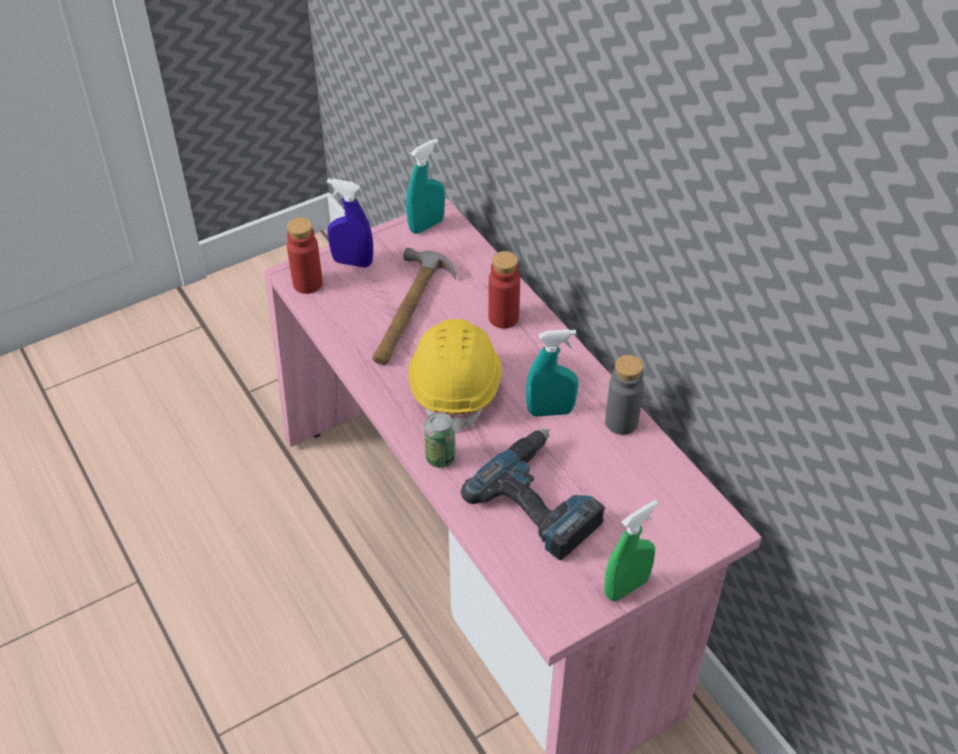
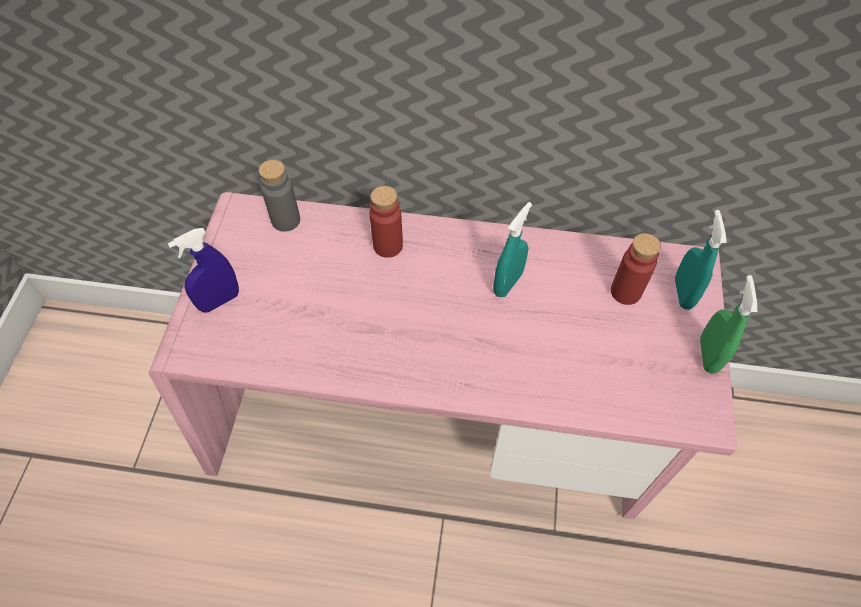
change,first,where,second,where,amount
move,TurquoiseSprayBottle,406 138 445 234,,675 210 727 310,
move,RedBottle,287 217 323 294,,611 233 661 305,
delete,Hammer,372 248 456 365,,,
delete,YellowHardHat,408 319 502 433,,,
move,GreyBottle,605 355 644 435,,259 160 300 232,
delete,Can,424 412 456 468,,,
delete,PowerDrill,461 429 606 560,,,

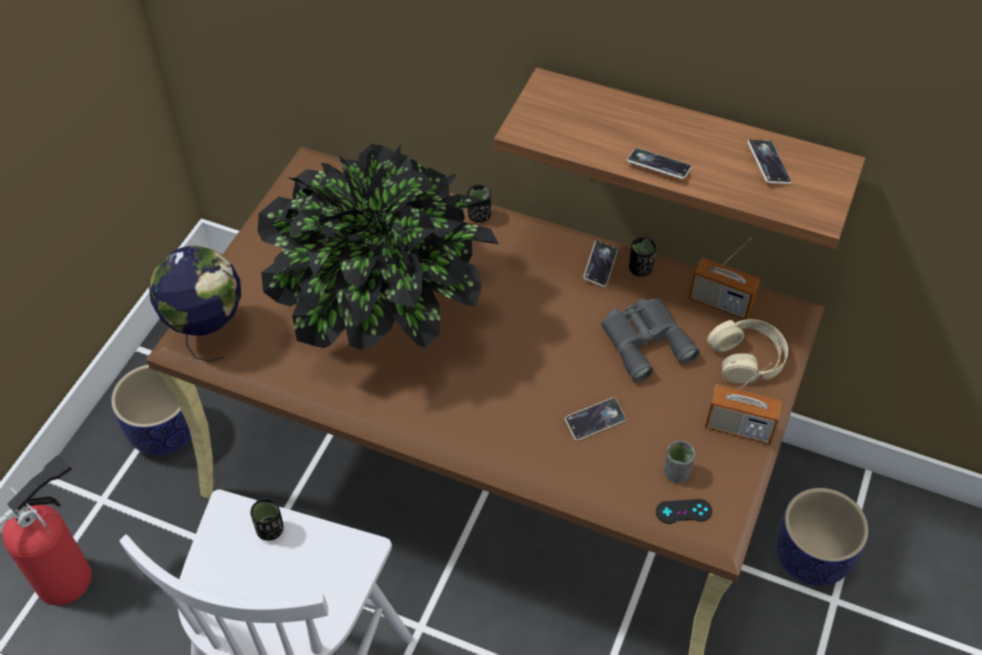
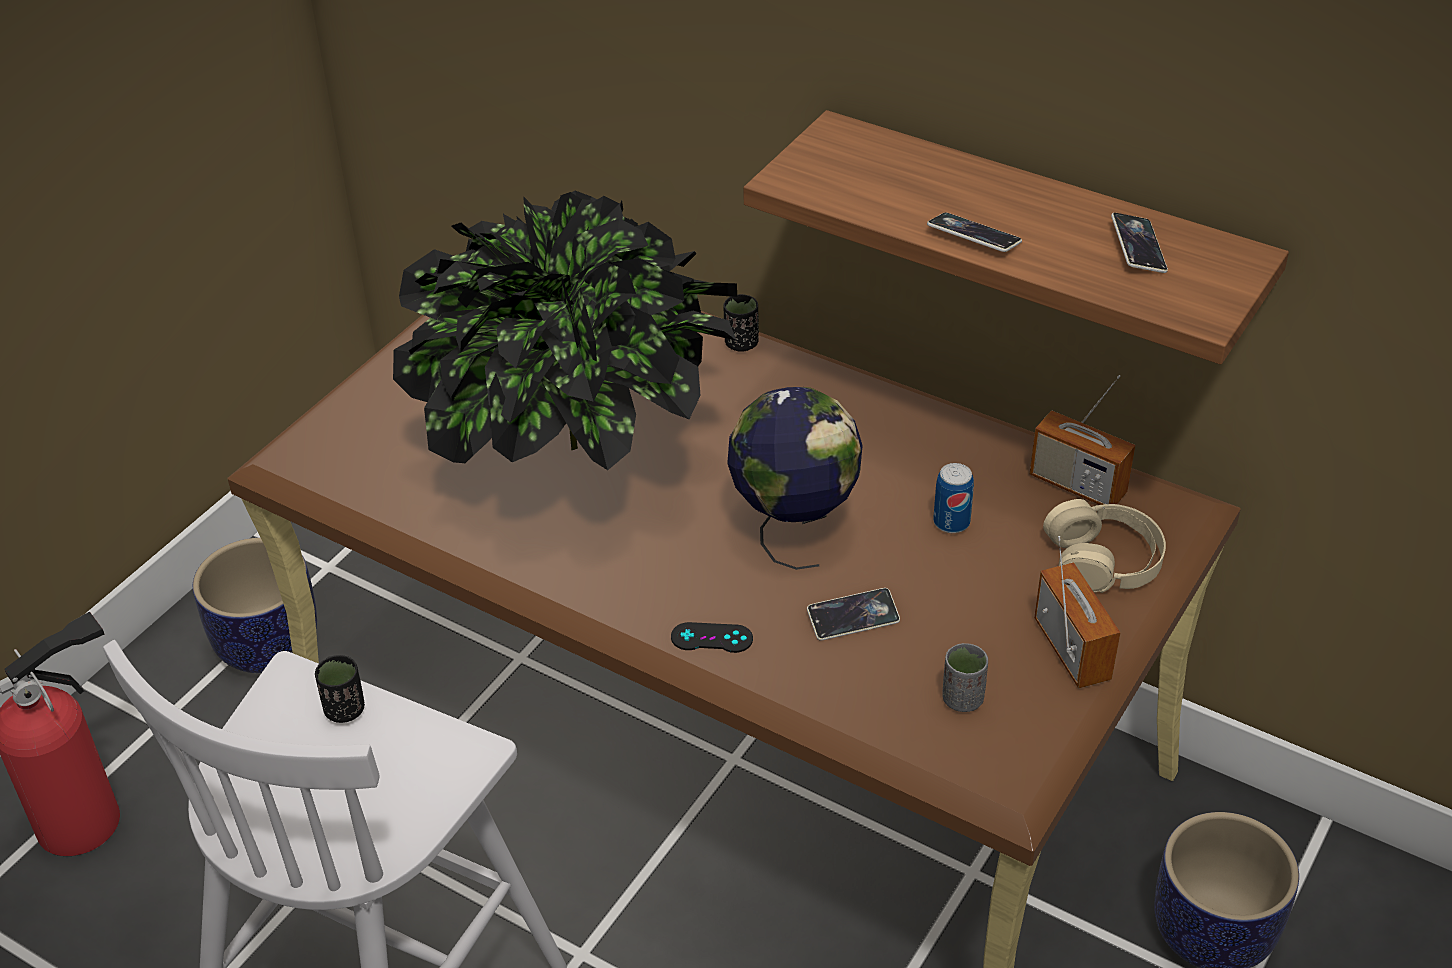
change,first,where,second,where,amount
delete,BlackCup,629 237 656 277,,,
delete,Phone,584 241 618 287,,,
move,Globe,149 246 241 362,,727 387 863 570,
replace,GreyBinoculars,601 298 700 382,Can,933 463 974 533,
rotate,Radio,705 363 782 444,,1034 536 1120 688,135 degrees counterclockwise
move,BlackGameController,656 499 712 524,,671 622 753 653,

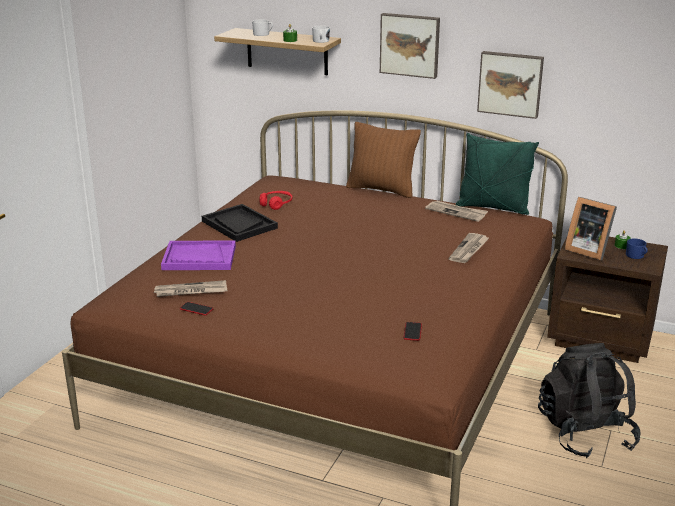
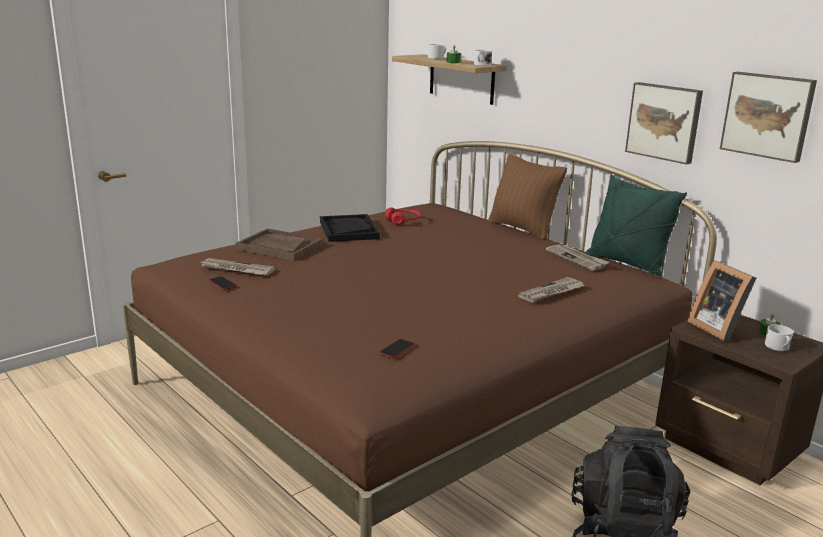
change,first,where,second,where,amount
move,Picture,380 13 440 79,,720 72 817 163,
recolor,BlueMug,626 238 648 259,WhiteMug,765 324 794 351,
recolor,PurpleTray,161 241 236 270,BrownTray,235 228 323 261,

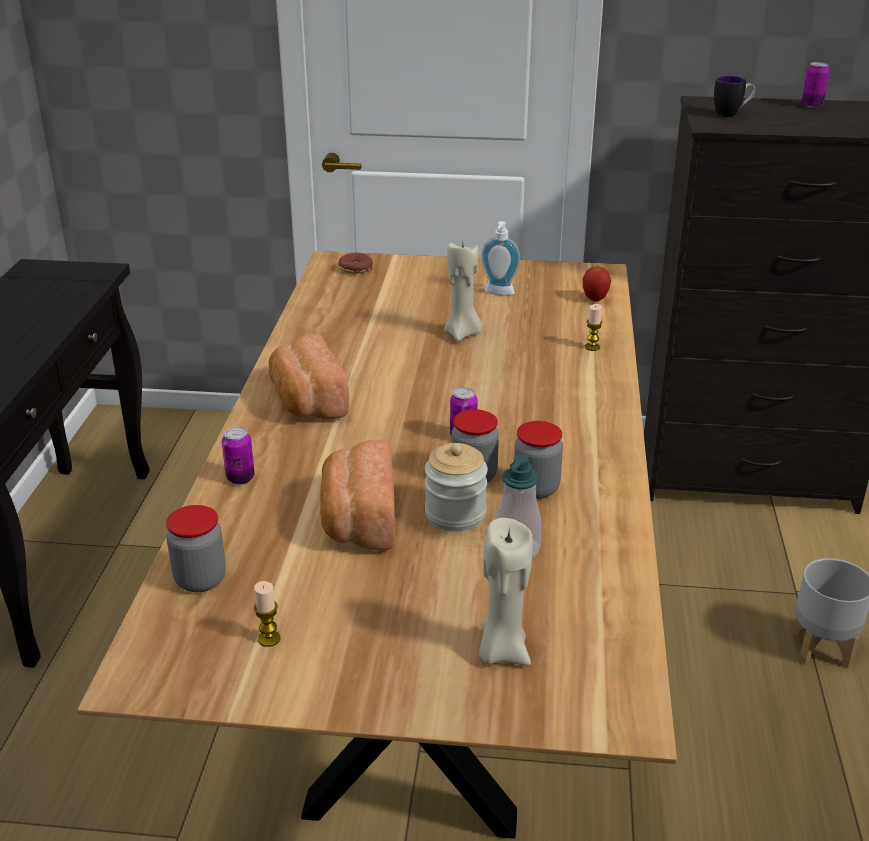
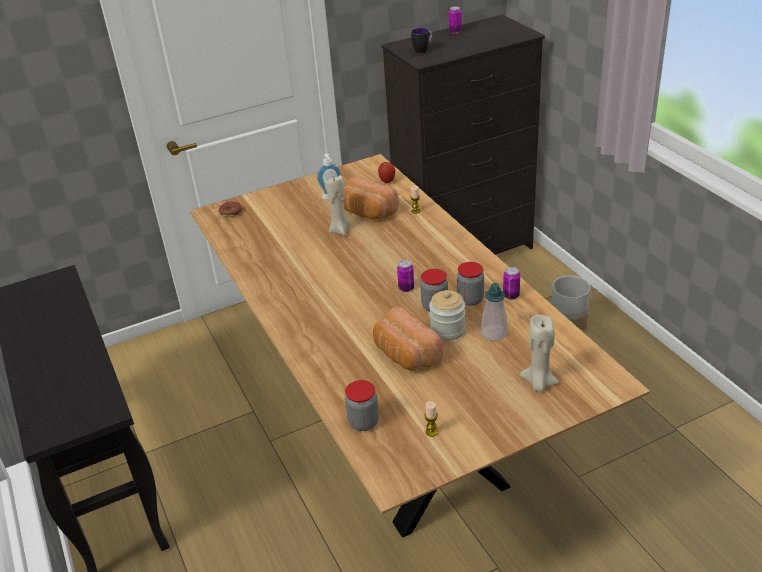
change,first,where,second,where,amount
move,Bread,269 334 349 419,,343 176 399 220,
move,Can,222 427 255 485,,503 267 520 300,

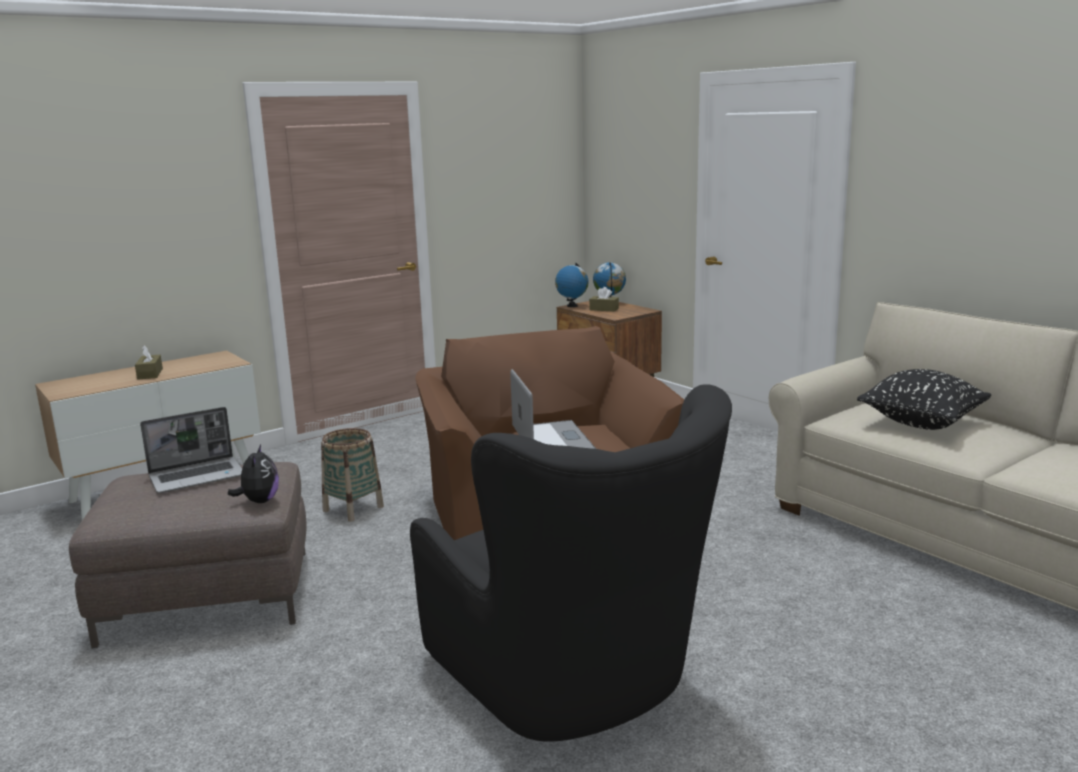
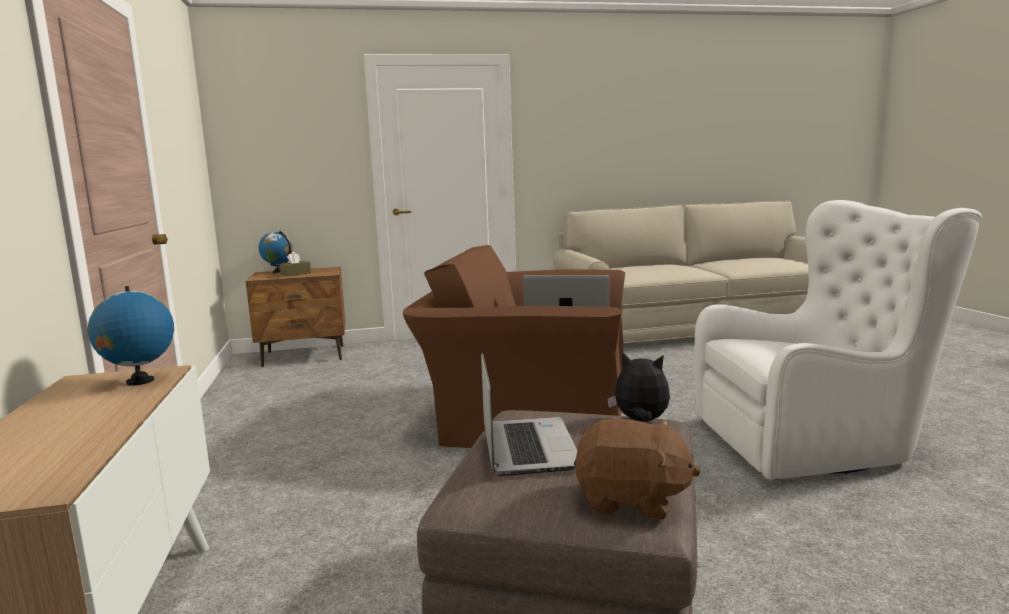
change,first,where,second,where,amount
move,Globe,555 263 589 307,,88 286 174 386,
delete,BrownTissueBox,135 345 163 380,,,
delete,BlackPillow,857 369 991 430,,,
recolor,BlackArmchair,410 384 732 742,WhiteArmchair,694 200 982 480,
delete,Basket,321 428 384 521,,,
insert,,,BrownPlushToy,574 419 701 520,

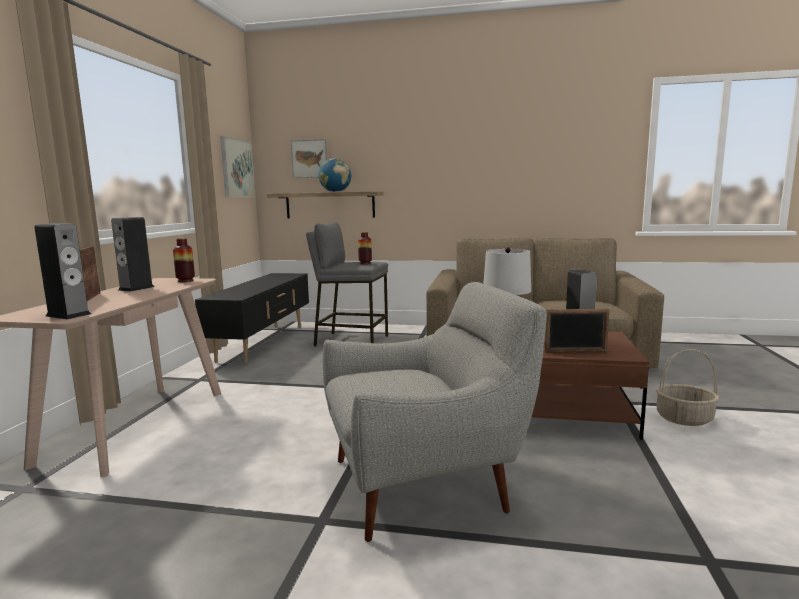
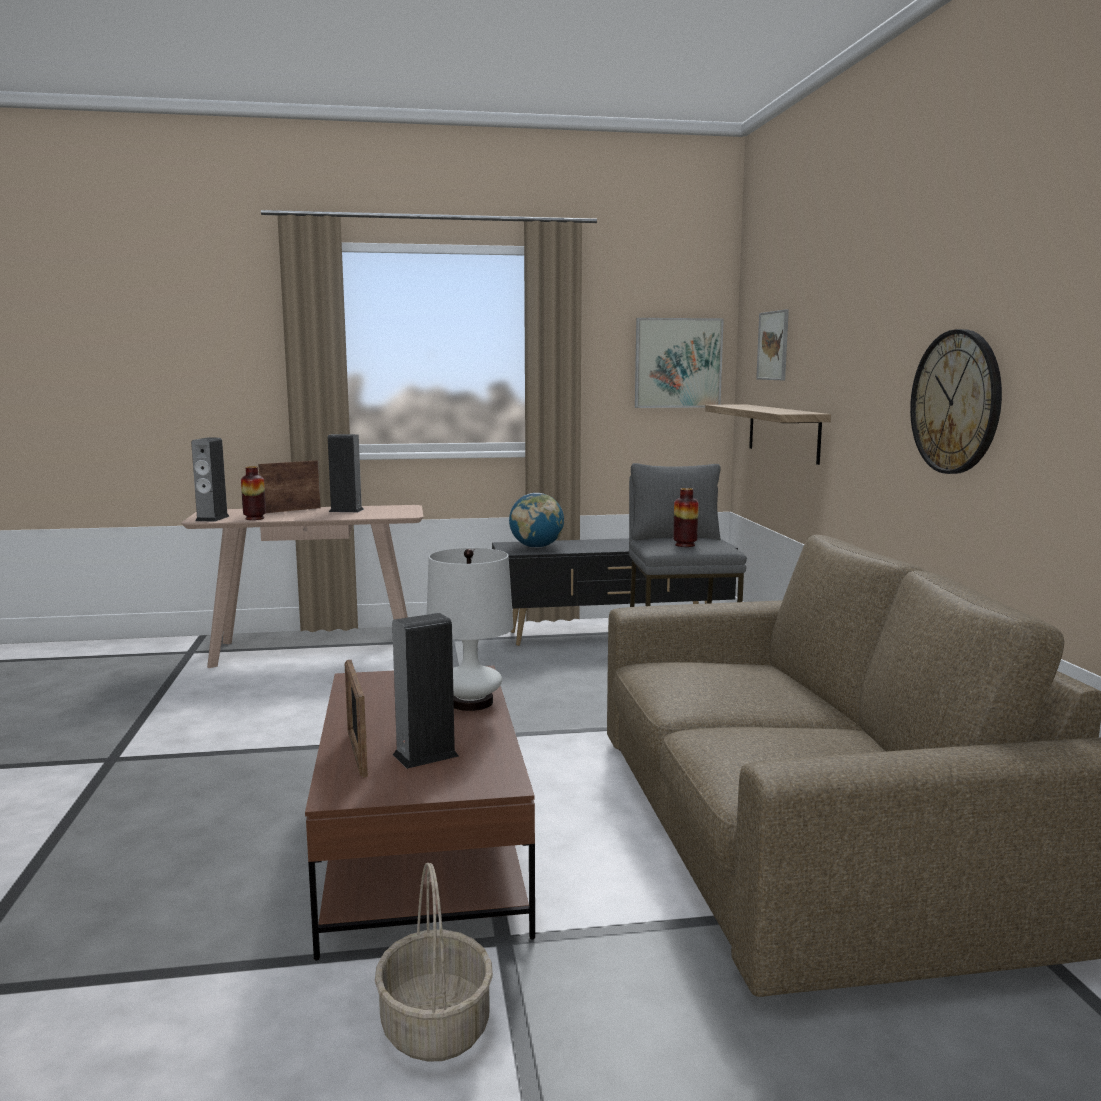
change,first,where,second,where,amount
move,Globe,319 159 351 192,,509 493 564 548,
move,Vase,173 238 195 282,,241 466 266 520,
delete,GreyArmchair,323 282 547 542,,,
insert,,,WallClock,910 329 1002 474,

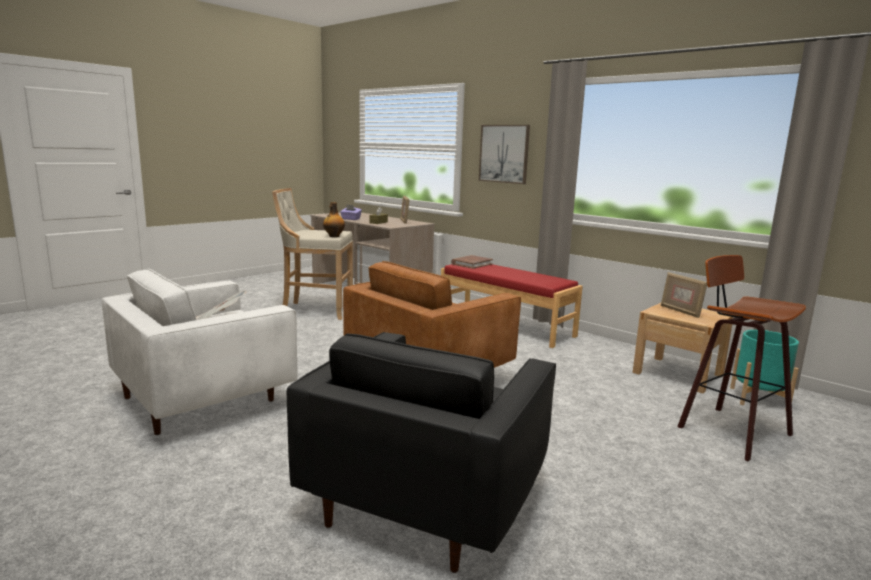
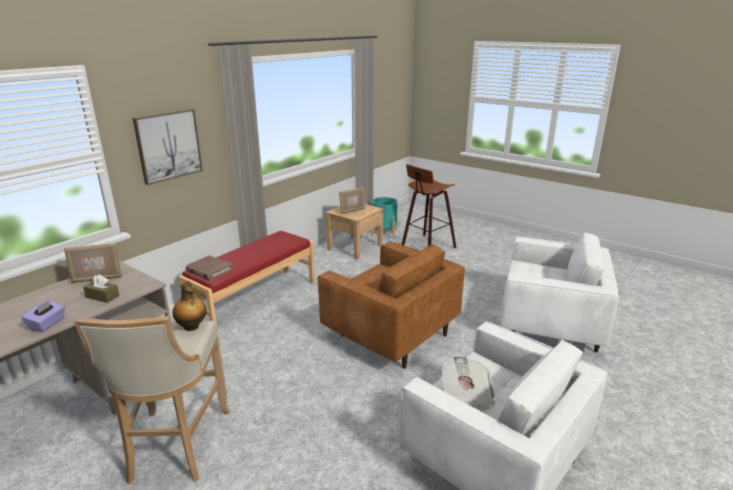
change,first,where,second,where,amount
recolor,BlackArmchair,287 332 556 573,WhiteArmchair,501 232 619 353,

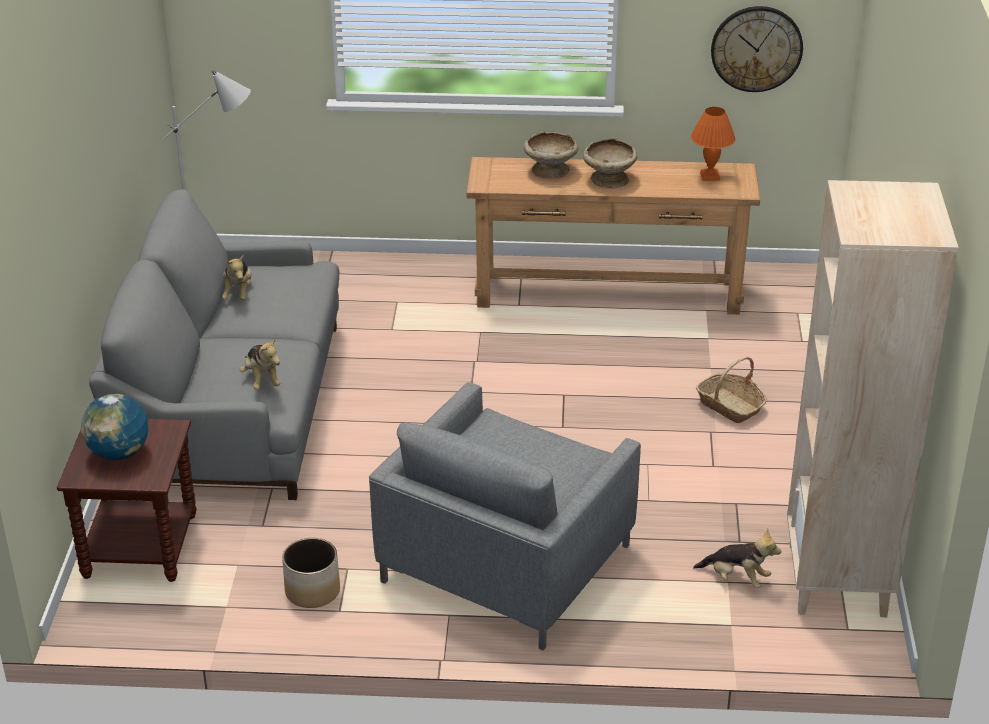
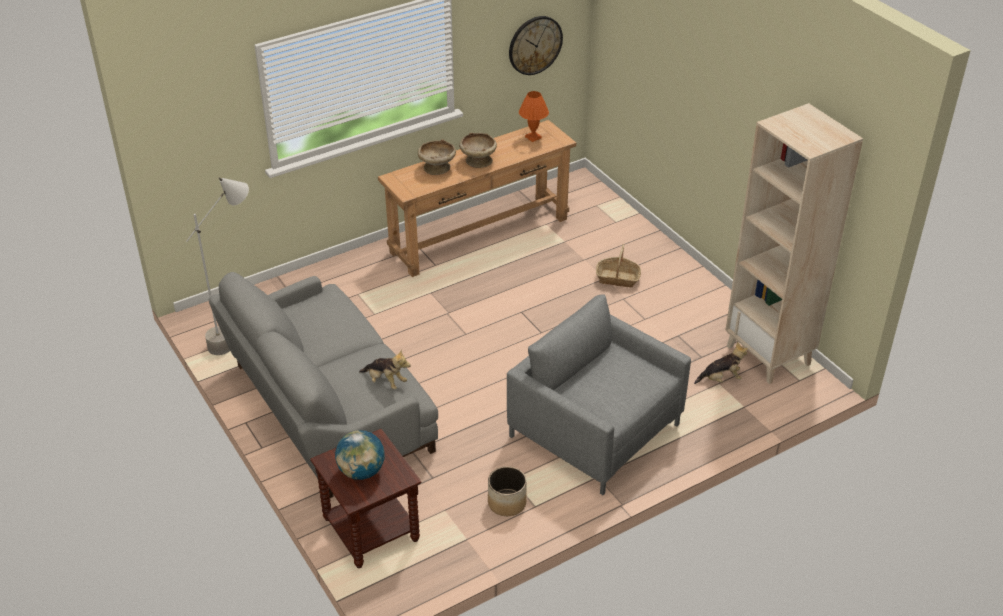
change,first,where,second,where,amount
delete,PlushToy,222 255 252 300,,,
rotate,GreyArmchair,369 382 641 651,,507 294 691 495,135 degrees clockwise

